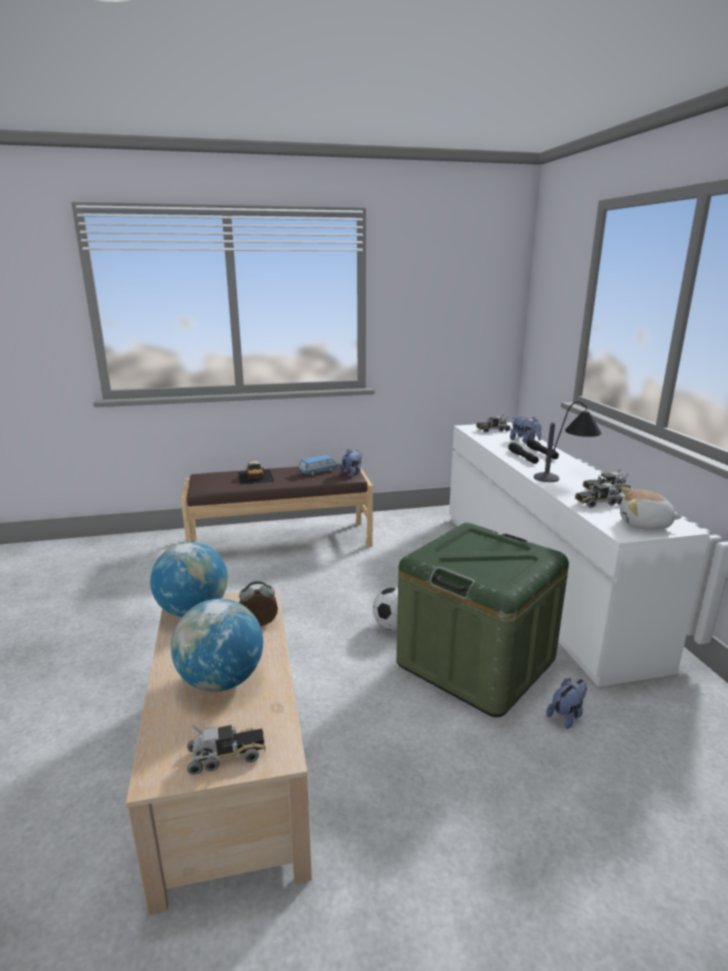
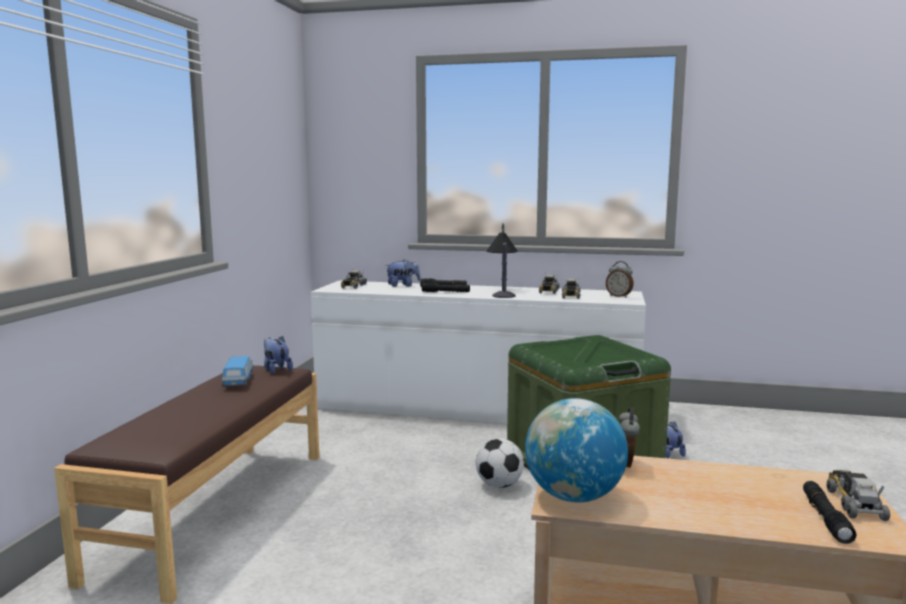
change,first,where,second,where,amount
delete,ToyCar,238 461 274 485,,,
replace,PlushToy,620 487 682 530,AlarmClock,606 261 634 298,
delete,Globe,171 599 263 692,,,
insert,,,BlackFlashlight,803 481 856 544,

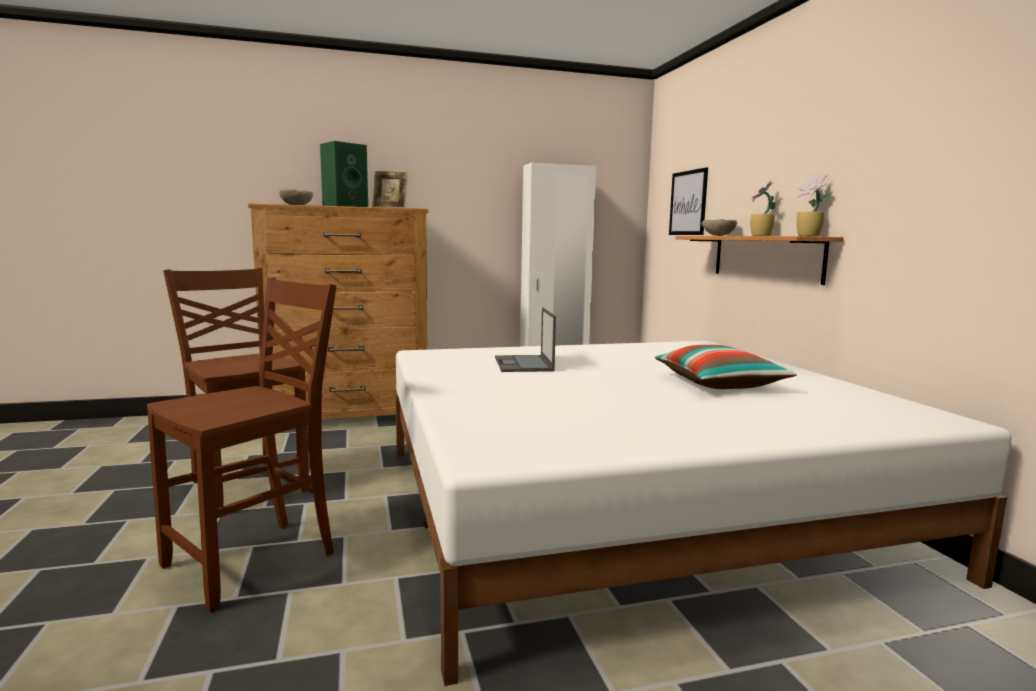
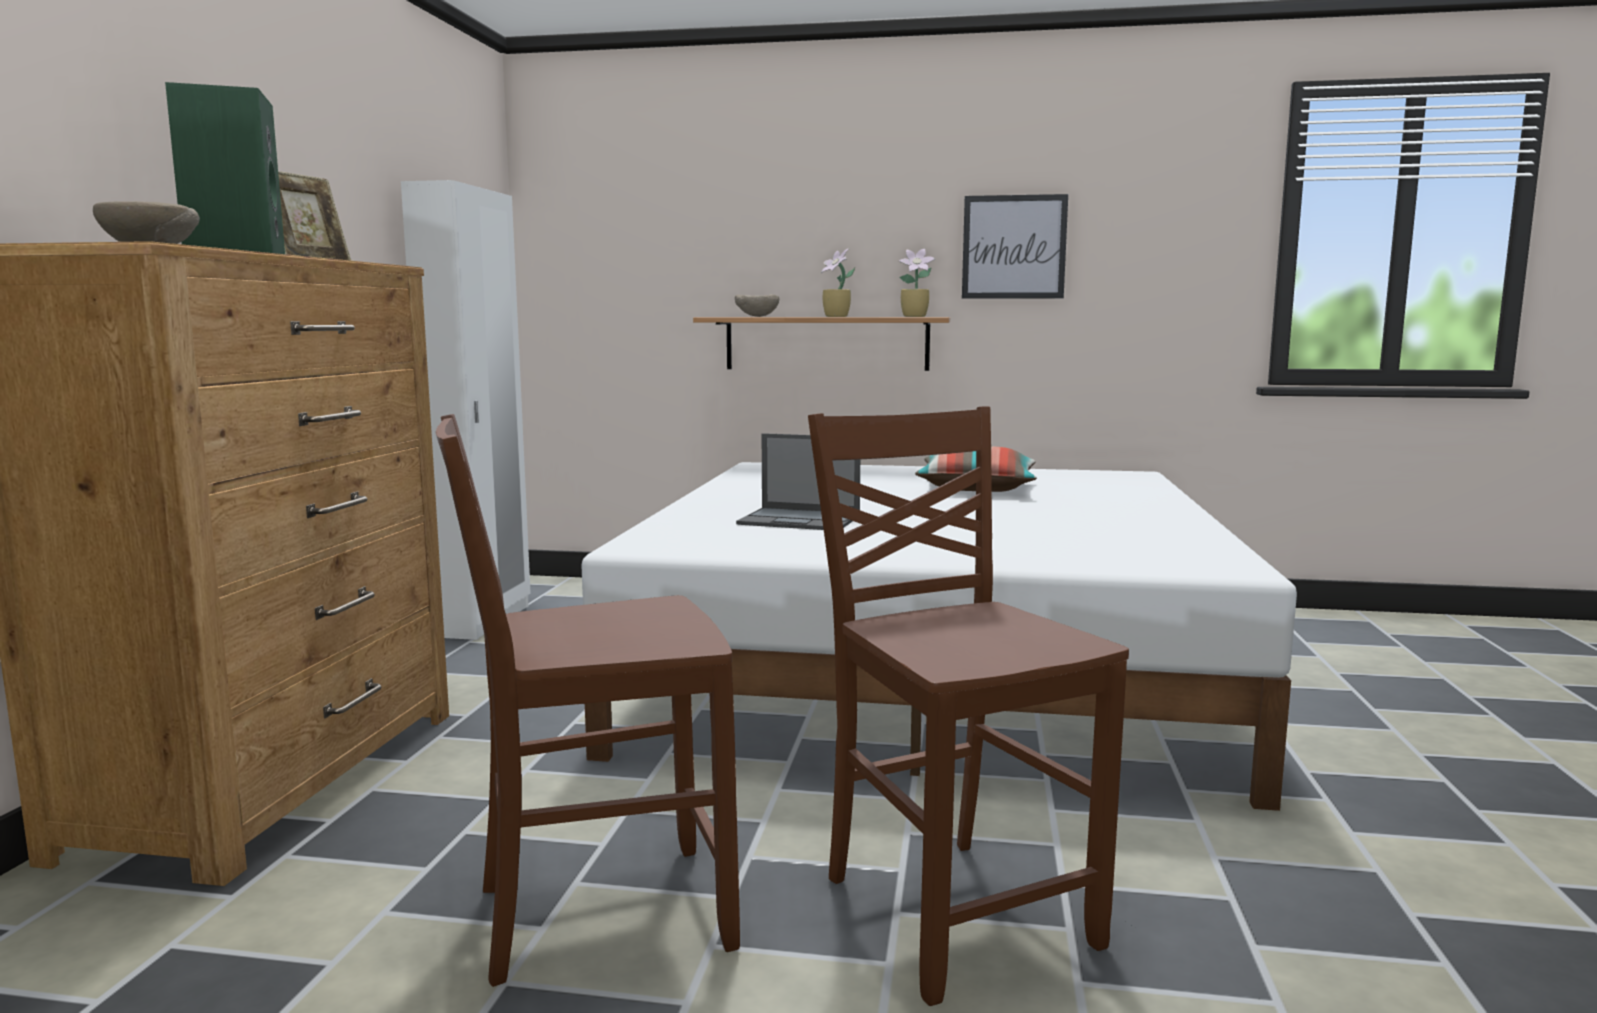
change,first,where,second,where,amount
move,Picture,669 167 708 235,,962 194 1068 299,

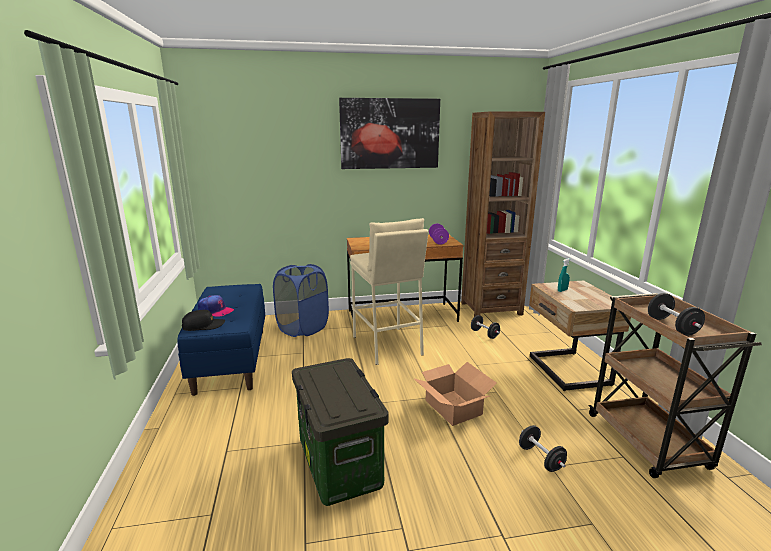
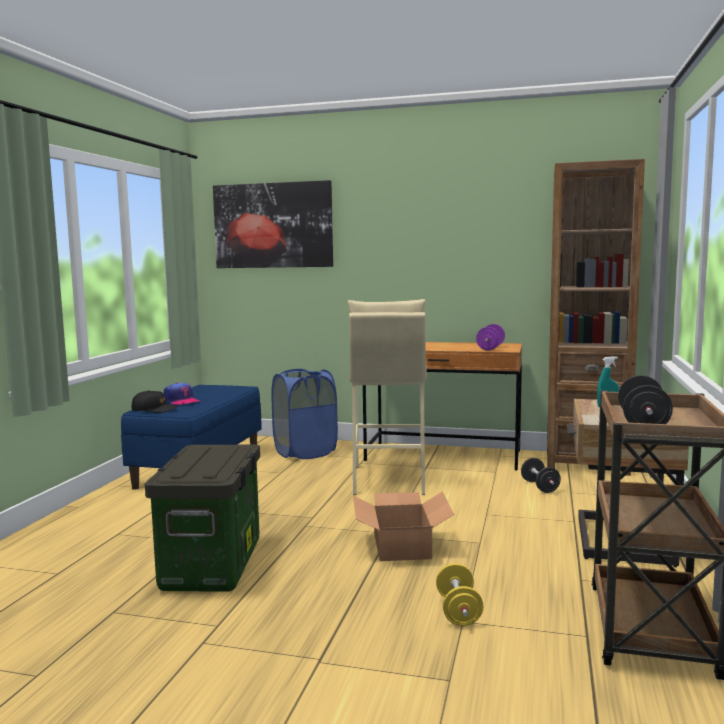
change,first,where,second,where,amount
move,Picture,339 98 440 169,,213 180 333 268,
recolor,BlackDumbbell,519 425 567 472,YellowDumbbell,436 563 483 626,

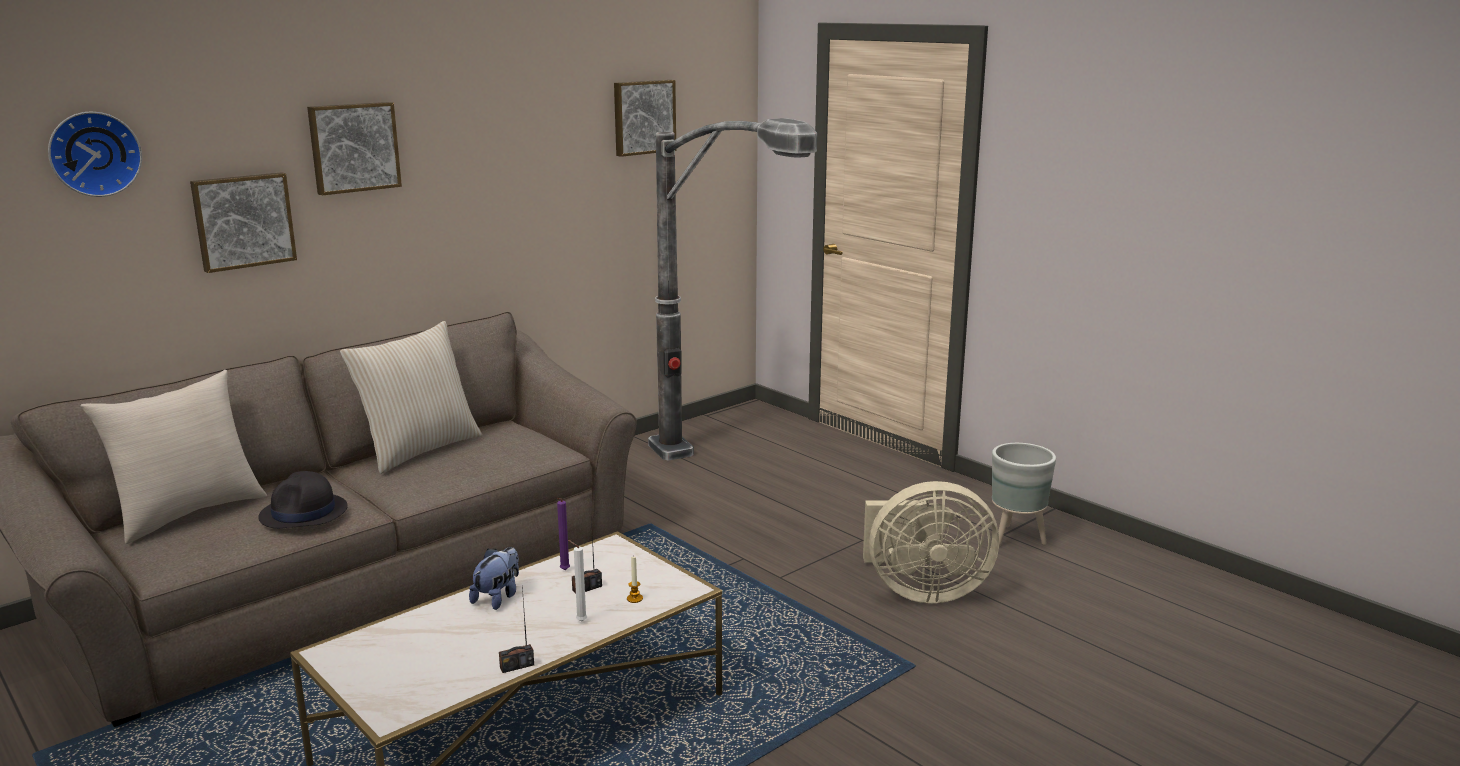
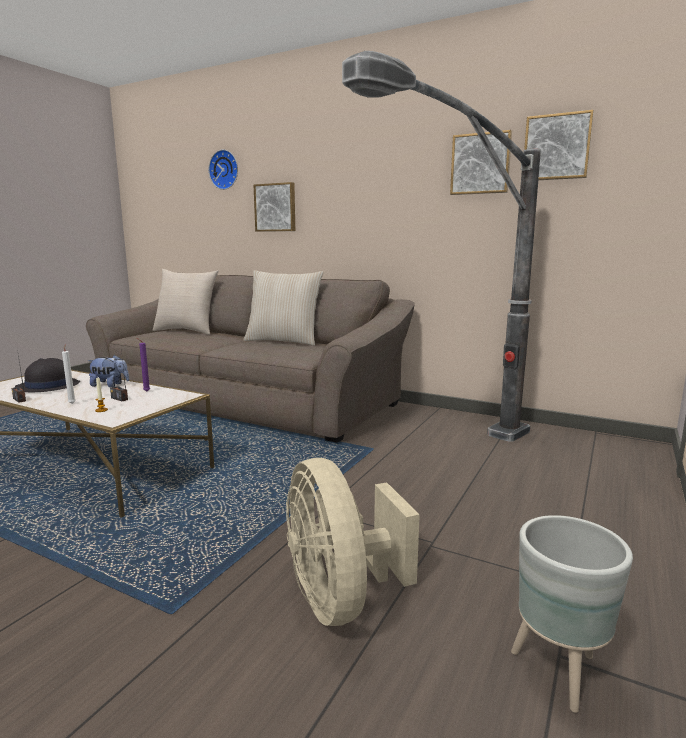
change,first,where,second,where,amount
move,Picture,307 102 402 196,,450 130 512 195,
move,BlackHat,258 471 348 529,,15 358 80 392,

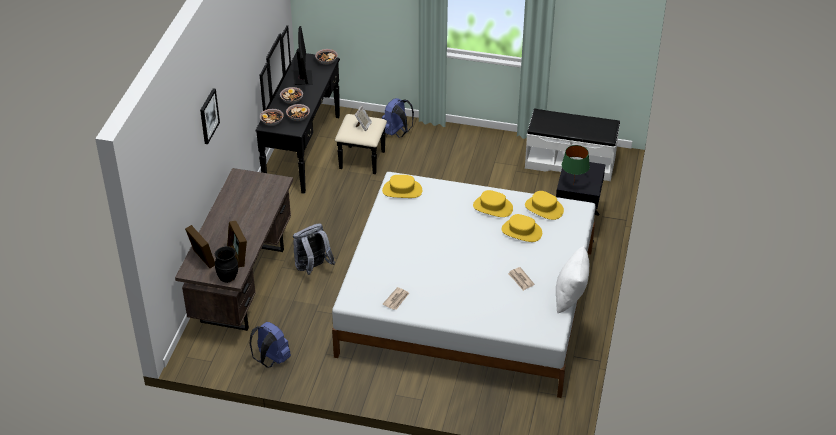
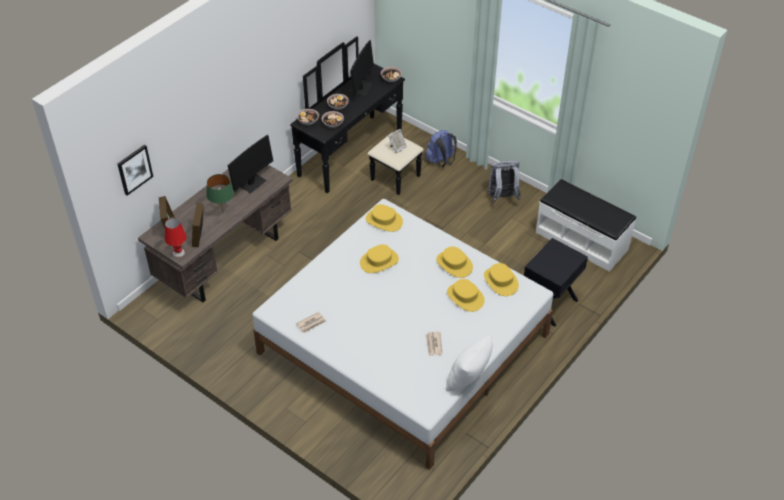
change,first,where,second,where,amount
move,Picture,200 88 220 144,,117 145 153 196,
move,GreenTableLamp,562 145 590 180,,206 174 234 209,
move,GreyBackpack,293 223 335 275,,488 160 521 202,
replace,BlackVase,215 246 238 283,RedTableLamp,165 218 187 258,
delete,BlueBackpack,250 322 291 368,,,
insert,,,Monitor,228 134 273 194,
insert,,,YellowHat,360 244 399 273,

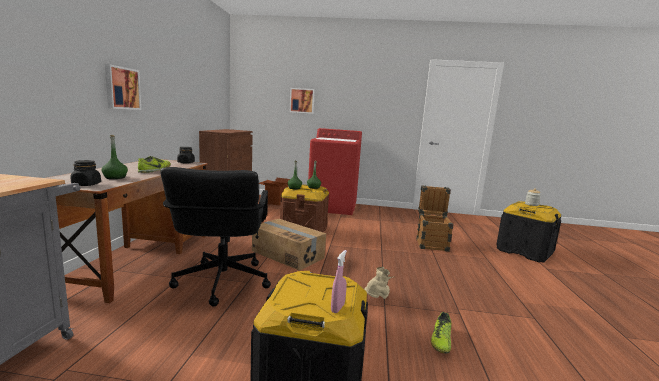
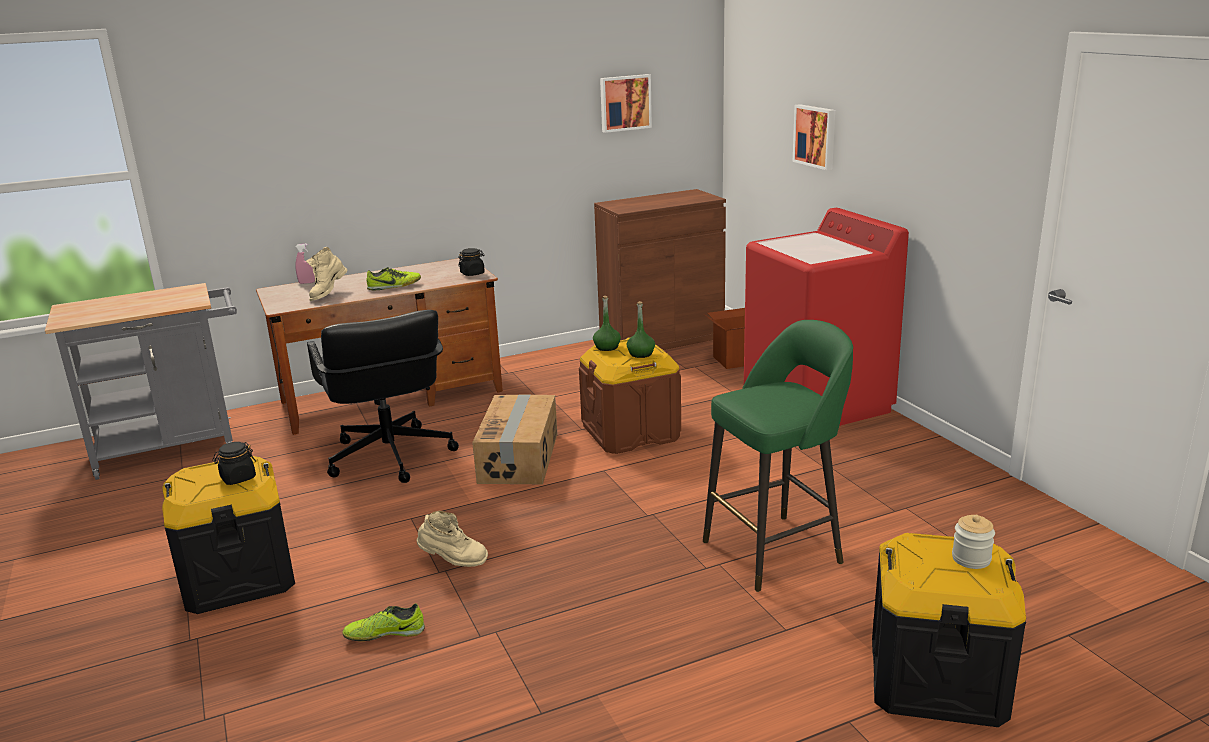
change,first,where,second,where,amount
move,Picture,105 64 141 110,,600 74 652 133,
replace,GreenBottle,101 135 128 179,BeigeBoot,306 247 347 301,
move,BlackJar,70 160 101 186,,212 442 256 485,
rotate,BlackOfficeChair,160 167 271 306,,307 310 459 483,75 degrees counterclockwise
replace,Crate,416 185 454 252,GreenStool,703 320 853 592,
move,PinkSprayBottle,331 250 347 313,,295 244 315 284,

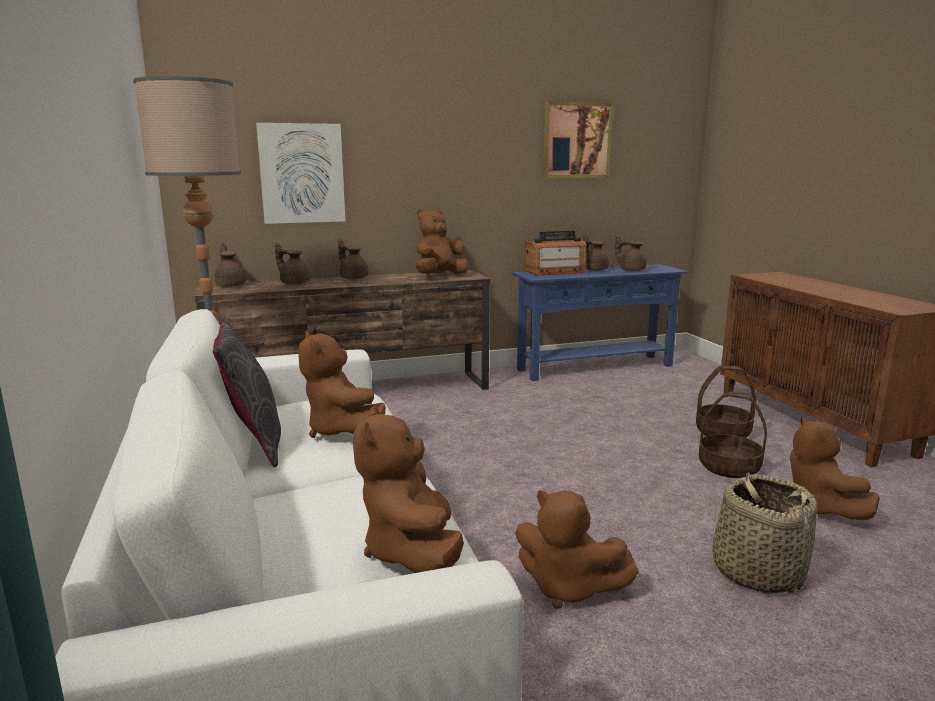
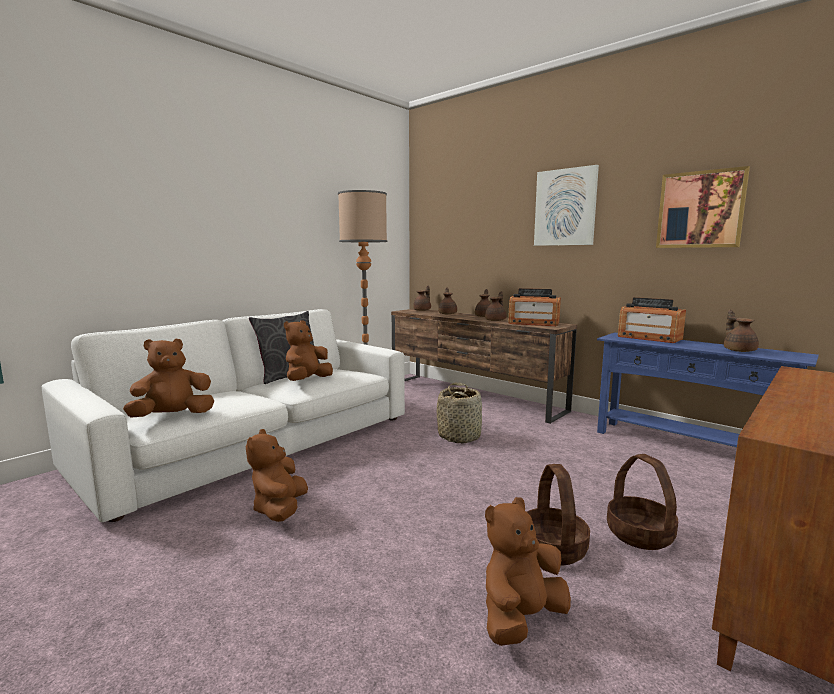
change,first,where,second,where,amount
move,Picture,256 123 345 224,,534 165 599 246,
replace,BrownPlushToy,416 209 468 274,Radio,508 288 561 326,
move,BrownTeapot,583 234 609 271,,485 291 506 321,
move,Basket,712 472 817 594,,437 383 482 443,

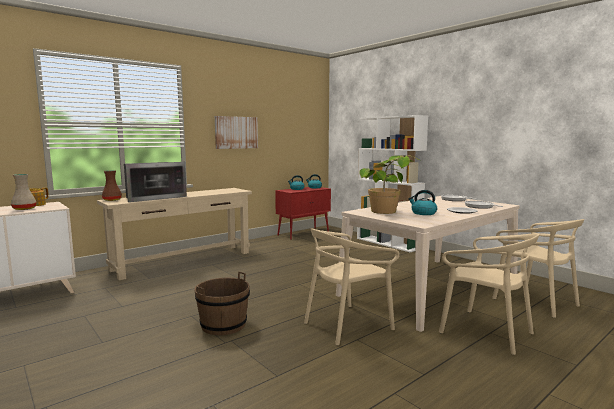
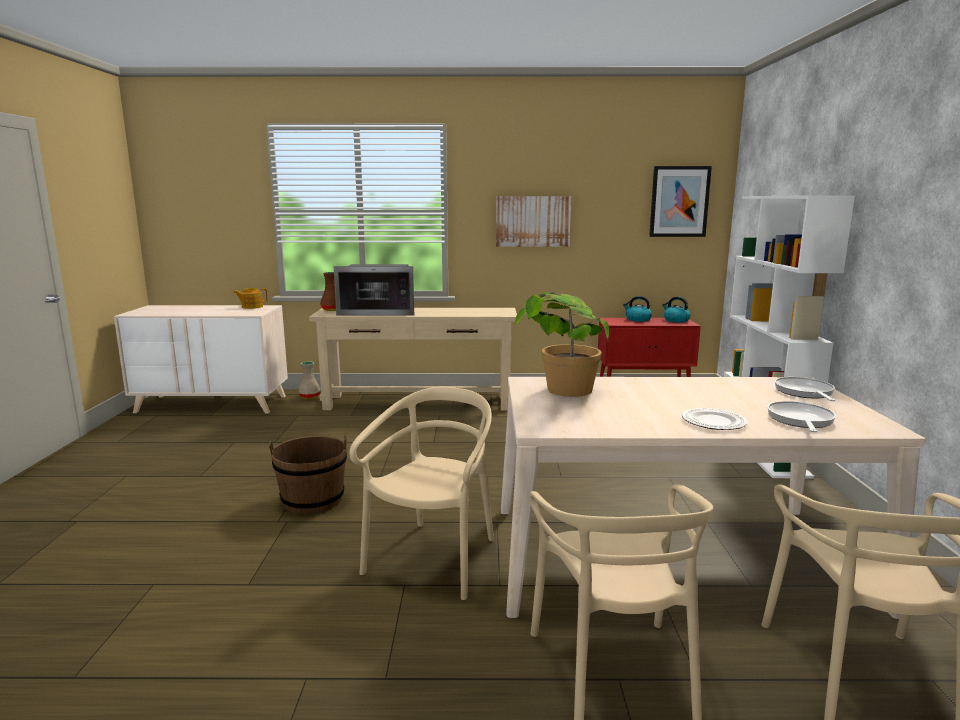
change,first,where,second,where,amount
move,BeigeVase,11 174 36 210,,298 361 321 399,
delete,Kettle,408 190 437 215,,,
rotate,BeigeChair,304 228 400 345,,349 387 494 600,105 degrees clockwise
insert,,,Picture,649 166 712 237,

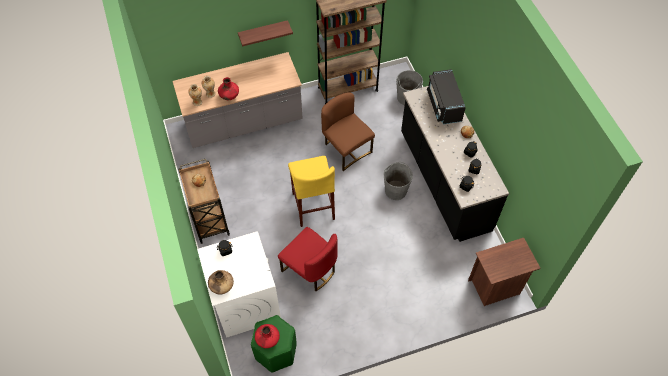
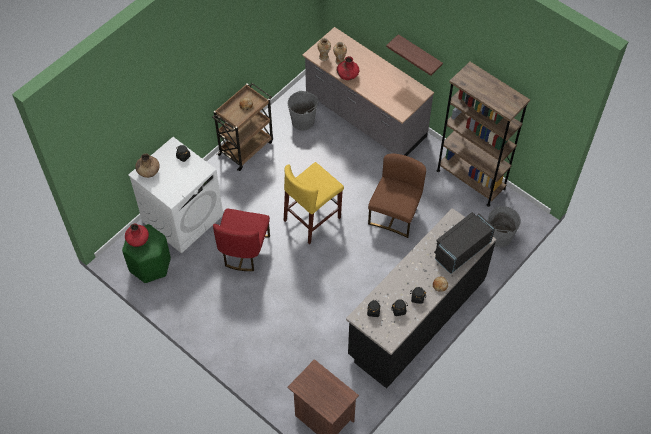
change,first,where,second,where,amount
move,GreyBucket,383 162 413 200,,288 91 319 131,

